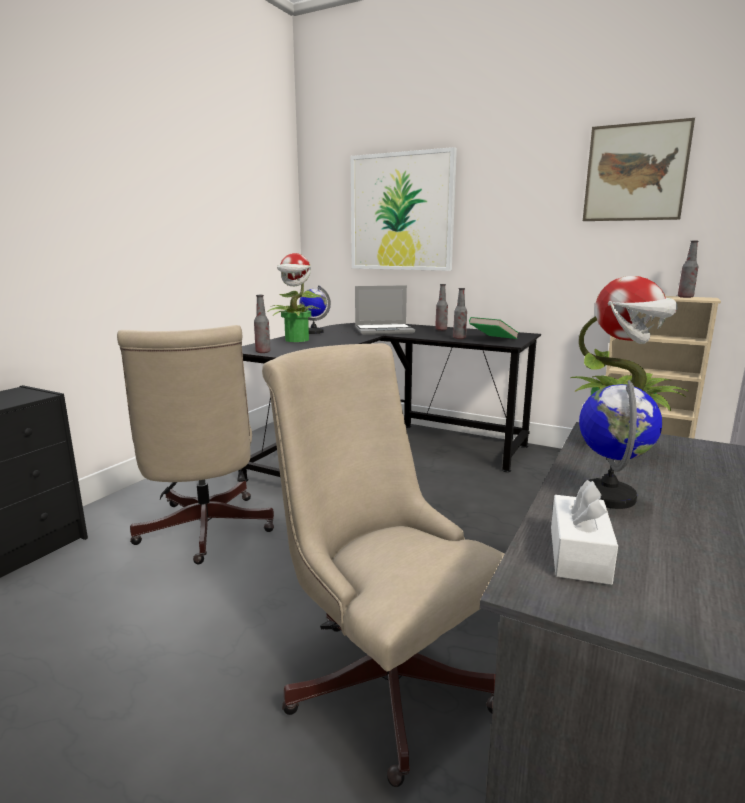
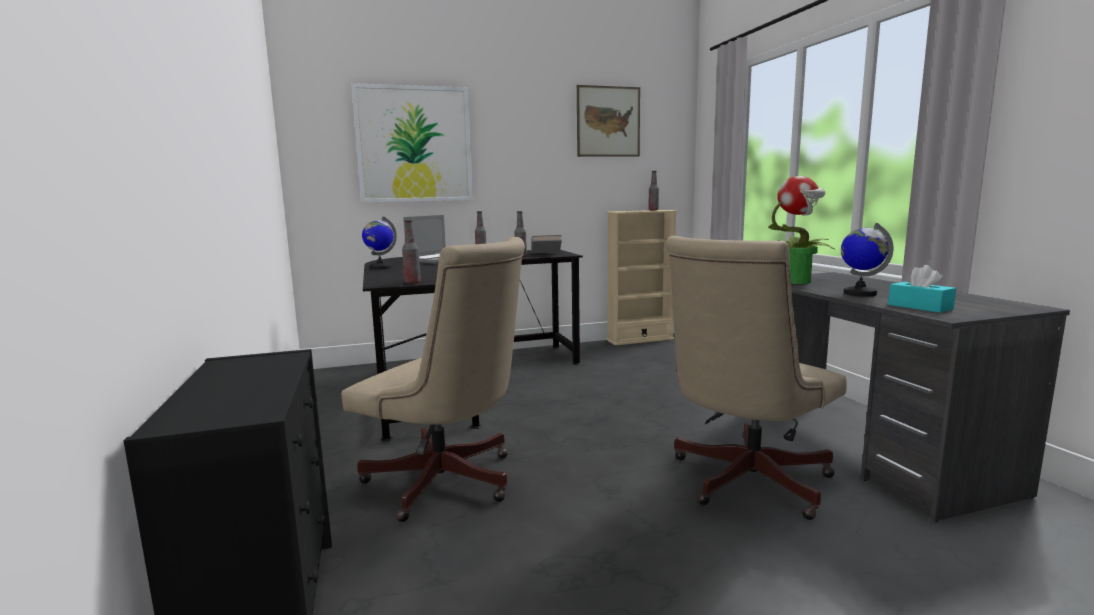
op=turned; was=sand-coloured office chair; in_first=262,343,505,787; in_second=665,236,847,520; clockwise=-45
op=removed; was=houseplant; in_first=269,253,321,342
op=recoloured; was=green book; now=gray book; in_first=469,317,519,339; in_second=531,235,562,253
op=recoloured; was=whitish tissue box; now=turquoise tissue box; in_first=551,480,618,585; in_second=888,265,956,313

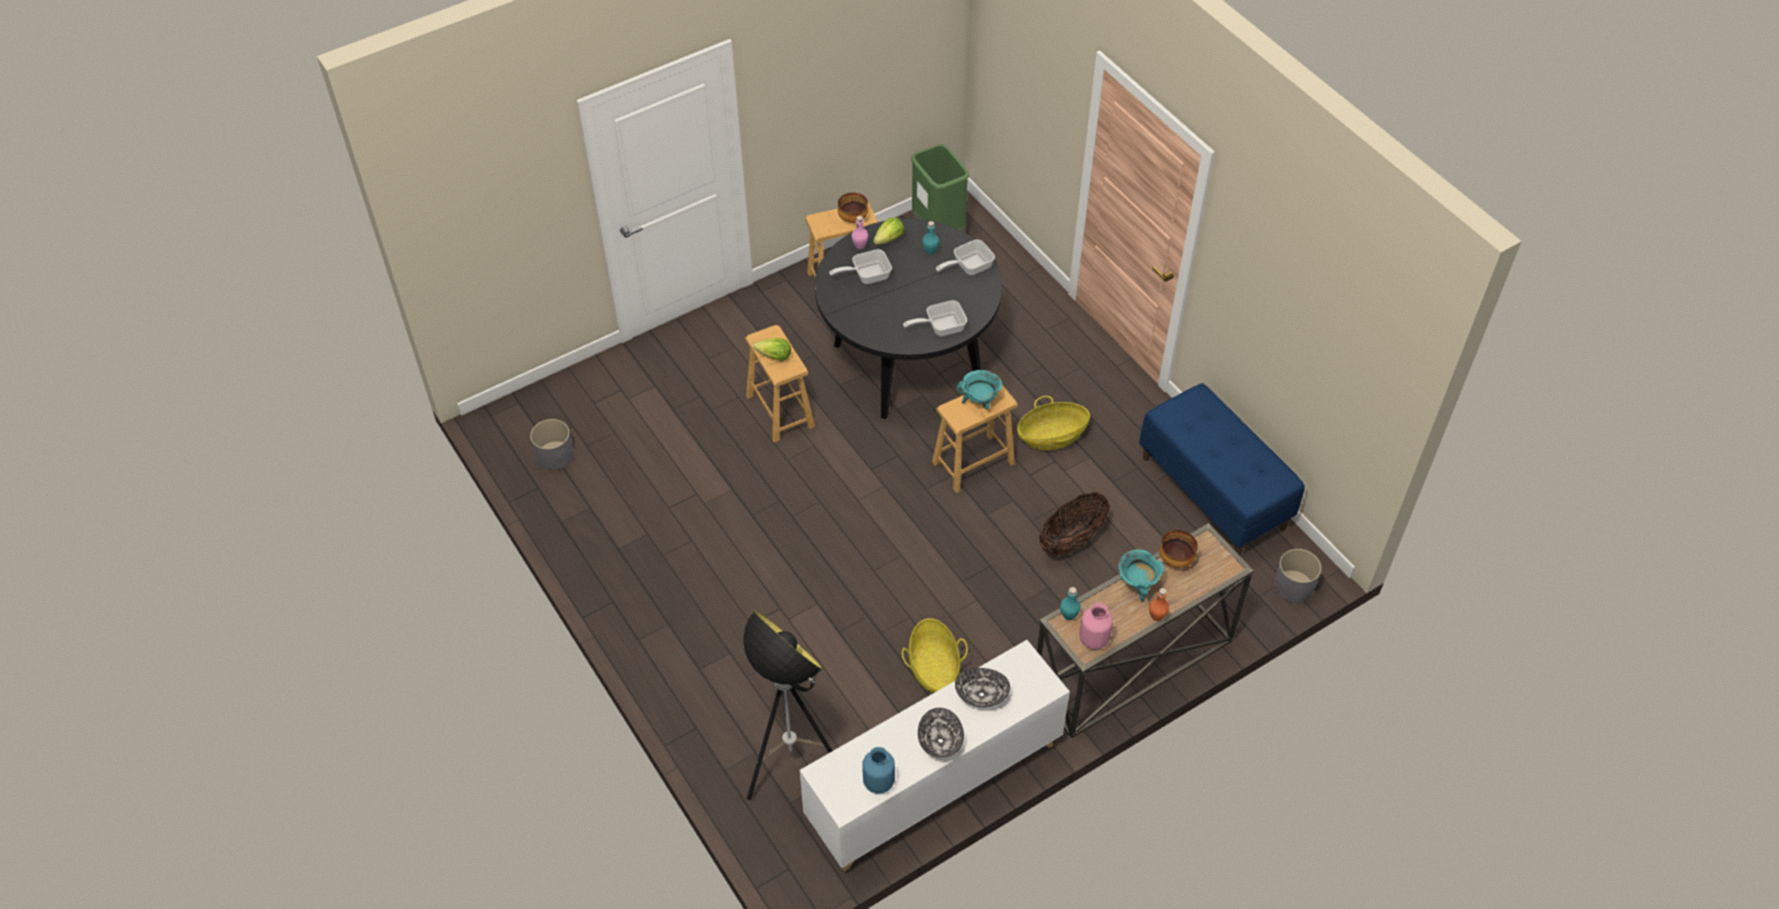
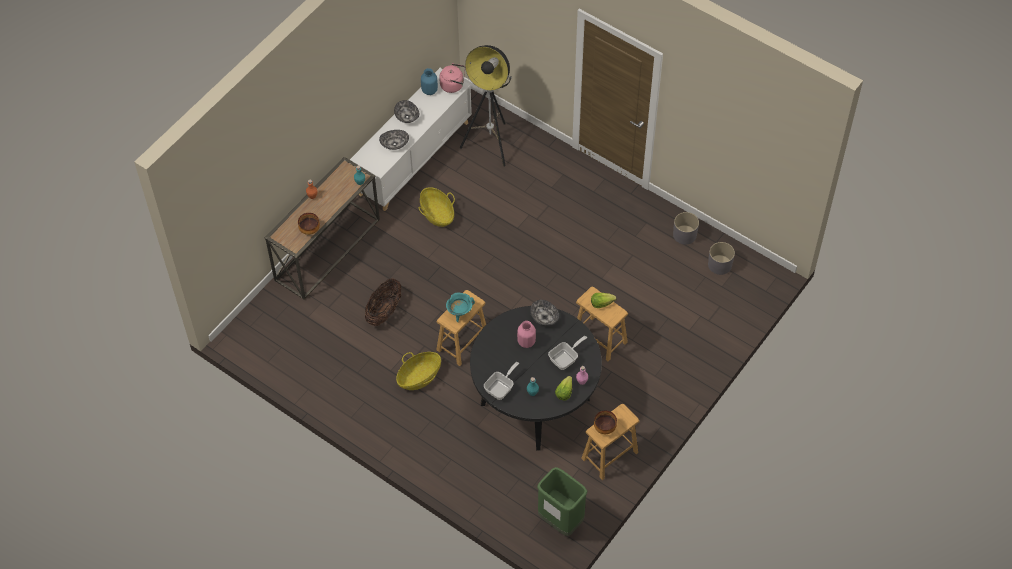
op=removed; was=skillet; in_first=903,300,967,336
op=moved; was=pinkish flower vase; in_first=1079,603,1113,650; in_second=517,321,536,348
op=removed; was=turquoise saucepot; in_first=1119,549,1164,602
op=removed; was=blue-coloured long seat; in_first=1139,383,1305,555
op=moved; was=gray planter; in_first=1274,549,1321,603; in_second=673,212,699,245
op=added; now=pinkish tea kettle; in_second=439,63,465,93
op=added; now=bowl; in_second=530,300,559,326

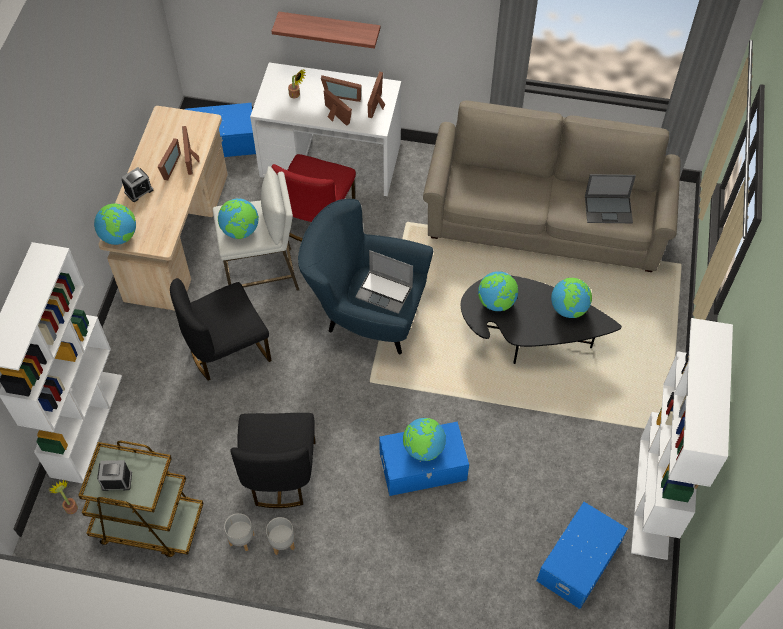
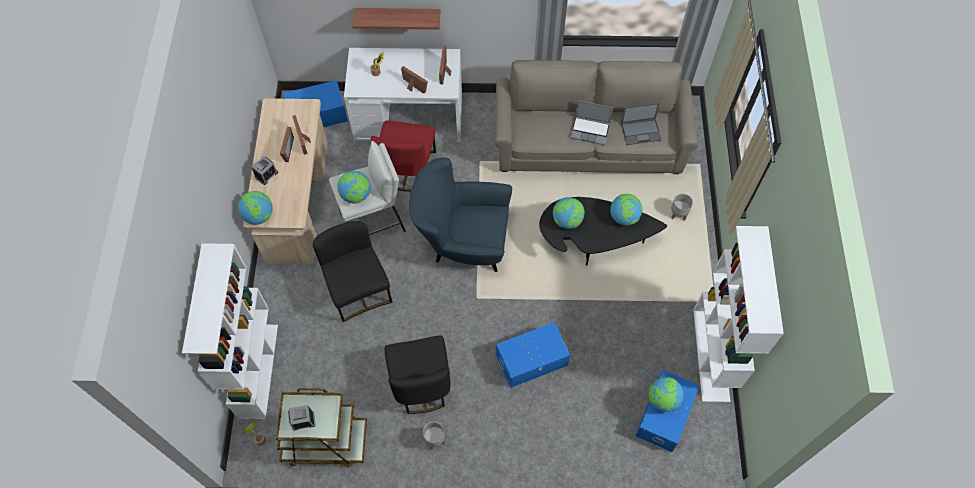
op=turned; was=black-coloured plain chair; in_first=170,278,271,381; in_second=313,221,392,322; clockwise=105
op=moved; was=gray planter; in_first=224,513,254,551; in_second=671,194,693,221
op=removed; was=standing frame; in_first=321,75,362,102
op=moved; was=notebook computer; in_first=355,250,413,314; in_second=570,100,613,145
op=moved; was=world globe; in_first=403,418,446,461; in_second=648,377,684,412

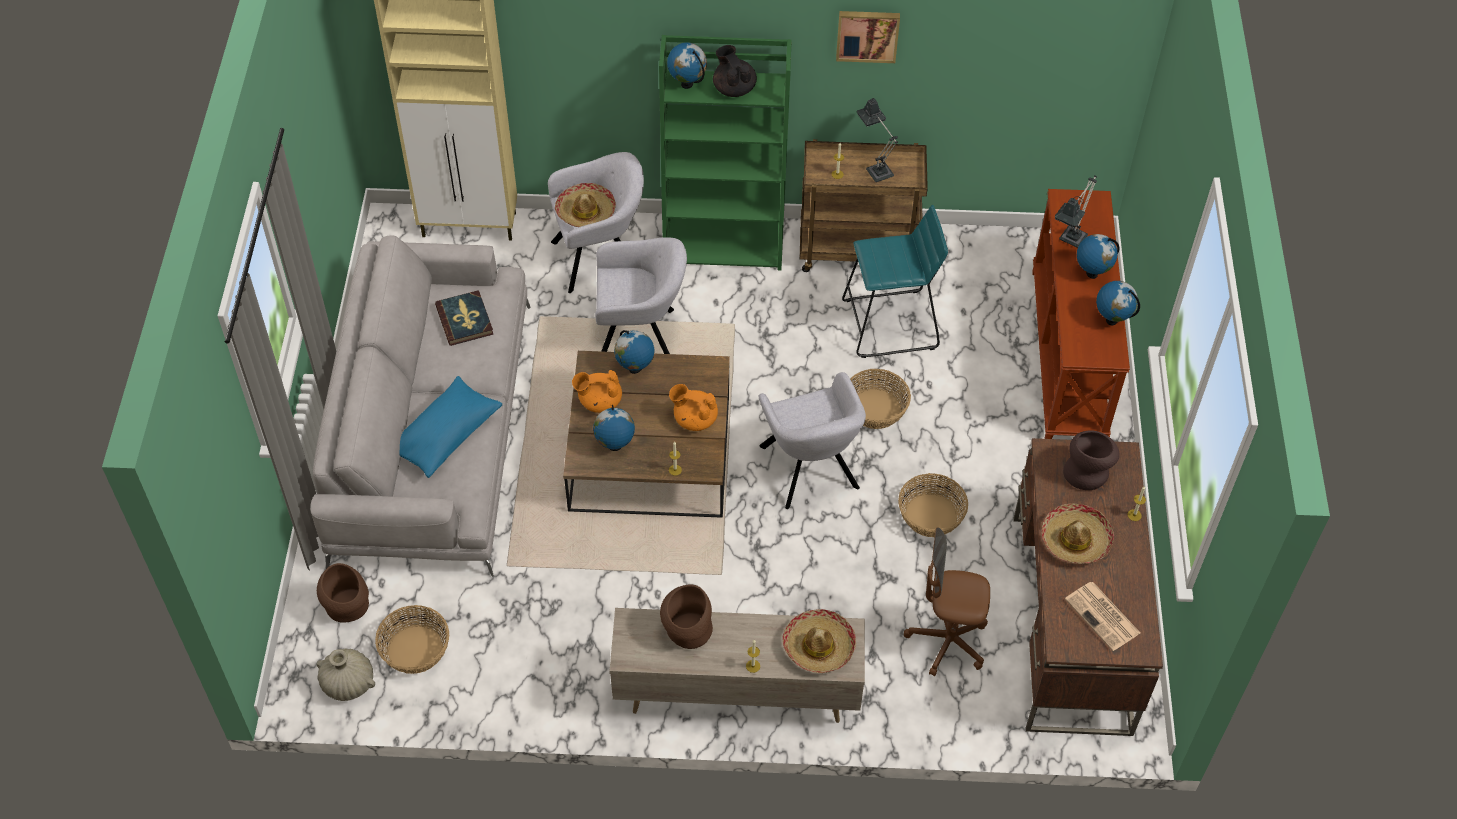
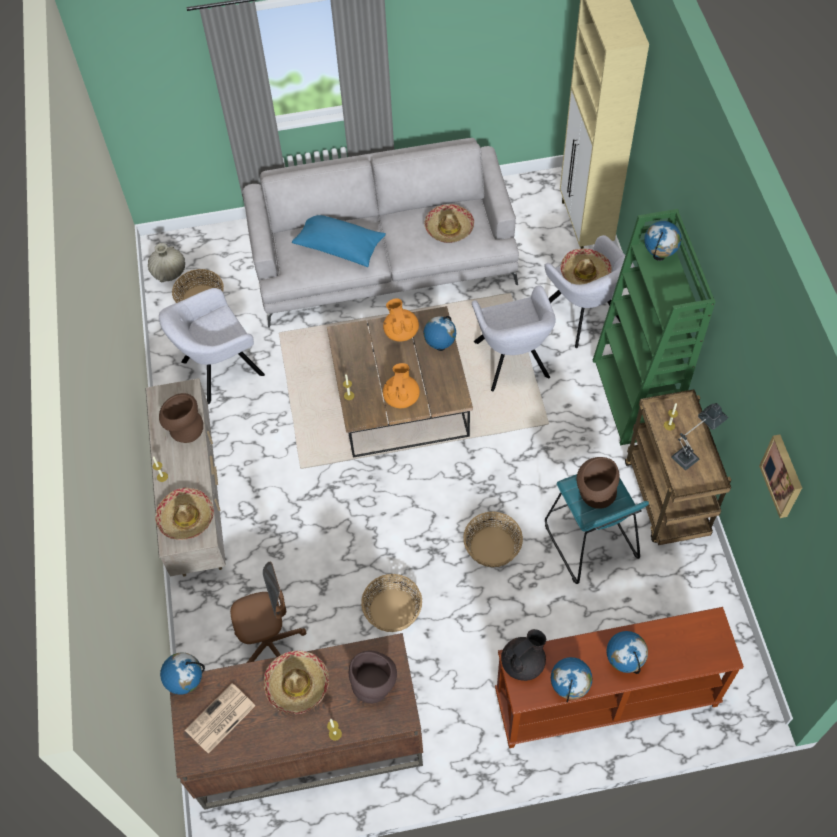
op=moved; was=brown flower vase; in_first=317,563,369,623; in_second=577,457,620,509
op=replaced; was=book; now=clothing hat; in_first=435,290,493,346; in_second=424,204,474,243
op=moved; was=world globe; in_first=593,405,635,451; in_second=160,652,205,695
op=moved; was=black-coloured teapot; in_first=713,45,757,97; in_second=501,629,546,681
op=moved; was=gray lounge chair; in_first=759,372,866,509; in_second=159,288,265,404
op=moved; was=picture; in_first=836,11,900,63; in_second=759,434,802,518
op=turned; was=brown office chair; in_first=904,527,990,676; in_second=230,562,306,663; clockwise=75
op=removed; was=tabletop lamp; in_first=1055,176,1097,248

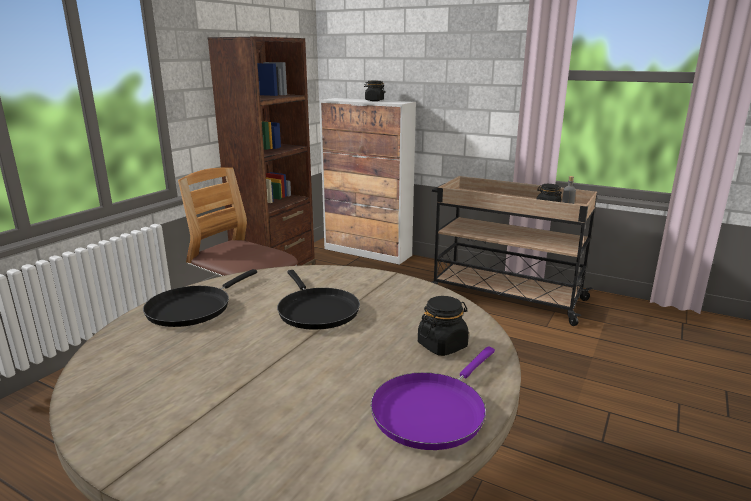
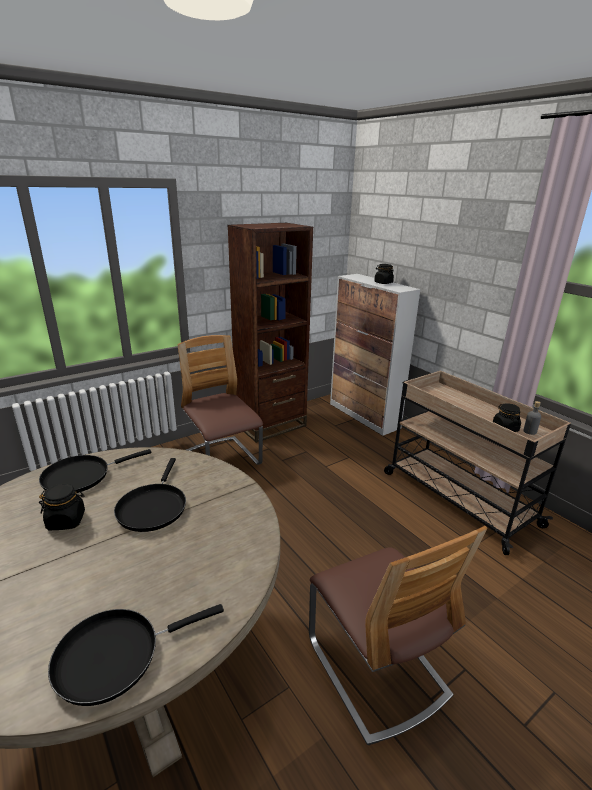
op=recoloured; was=purplish skillet; now=black-coloured skillet; in_first=371,346,495,450; in_second=48,604,224,706
op=moved; was=black-coloured jar; in_first=418,296,469,356; in_second=39,484,85,530
op=added; now=plain chair; in_second=309,526,487,745

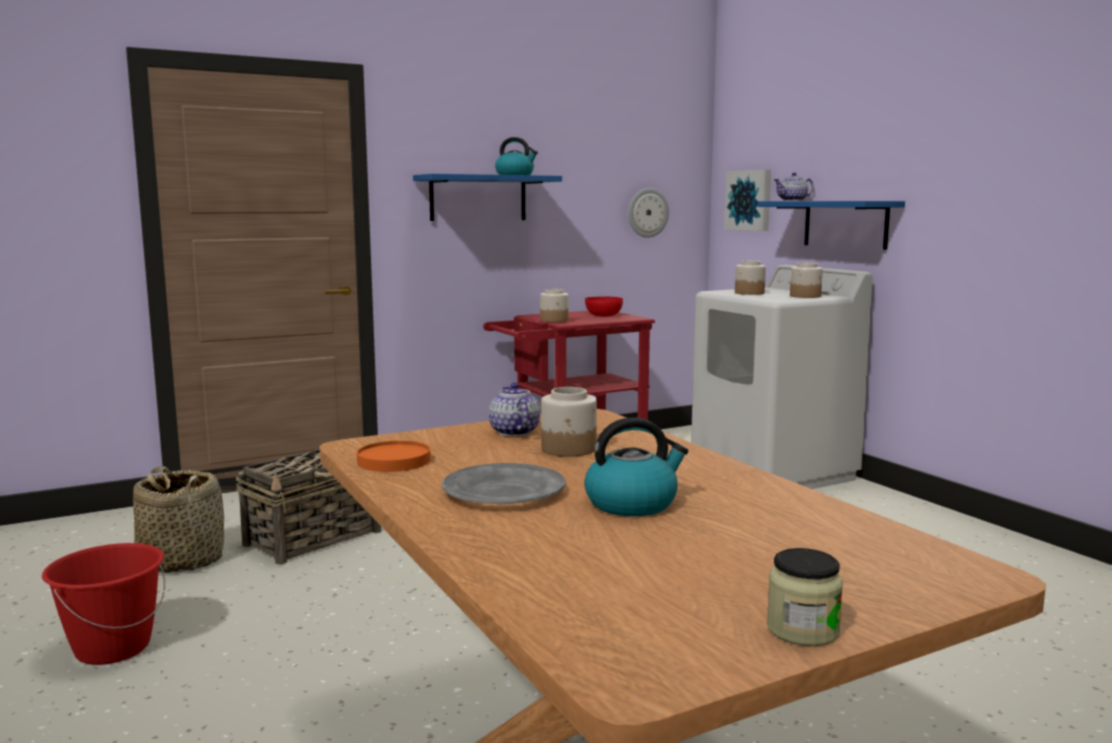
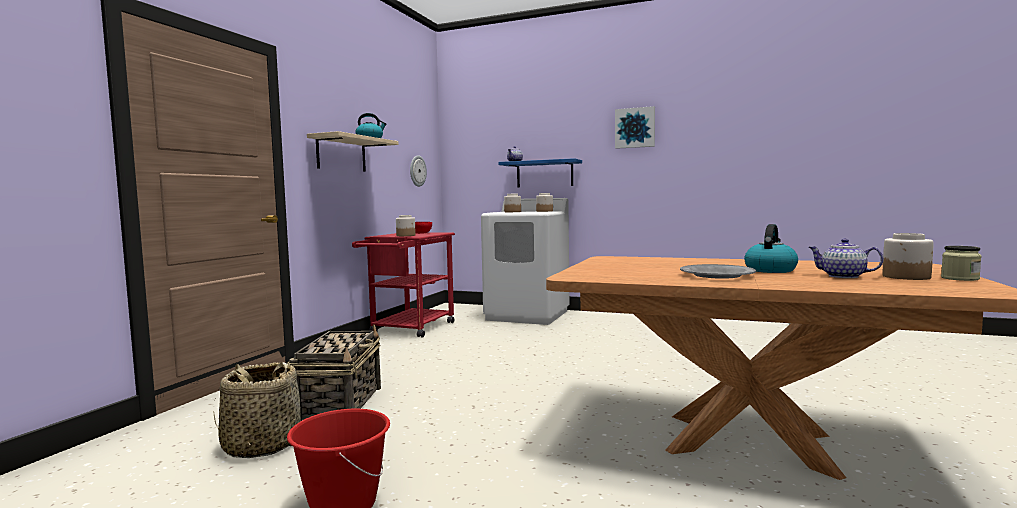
op=removed; was=orange-coloured plate; in_first=357,441,431,472
op=recoloured; was=blue-coloured wall shelf; now=sand-coloured wall shelf; in_first=413,174,562,221; in_second=307,131,399,171
op=moved; was=teapot; in_first=489,383,540,436; in_second=808,239,883,278
op=moved; was=jar; in_first=541,387,597,457; in_second=882,233,934,280
op=moved; was=picture; in_first=724,170,771,231; in_second=615,106,655,149

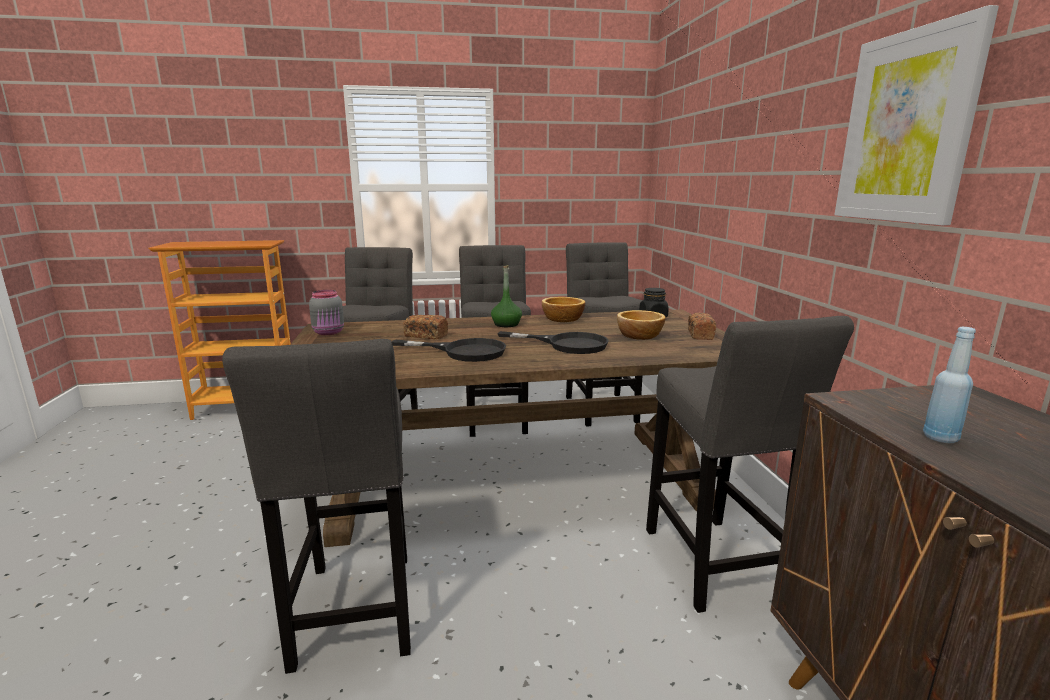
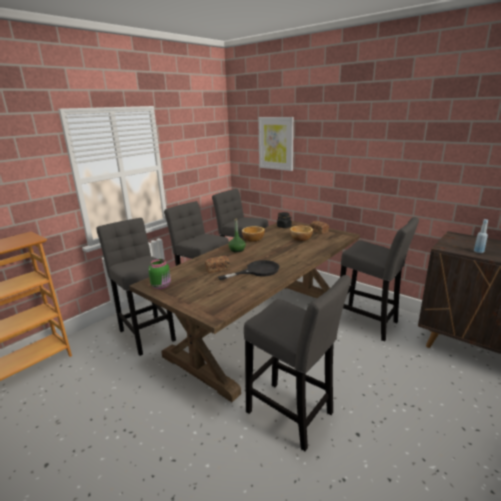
op=recoloured; was=gray jar; now=green jar; in_first=309,290,344,335; in_second=148,259,171,289
op=removed; was=black-coloured skillet; in_first=497,331,609,354
op=moved; was=picture; in_first=835,5,999,225; in_second=258,117,294,171

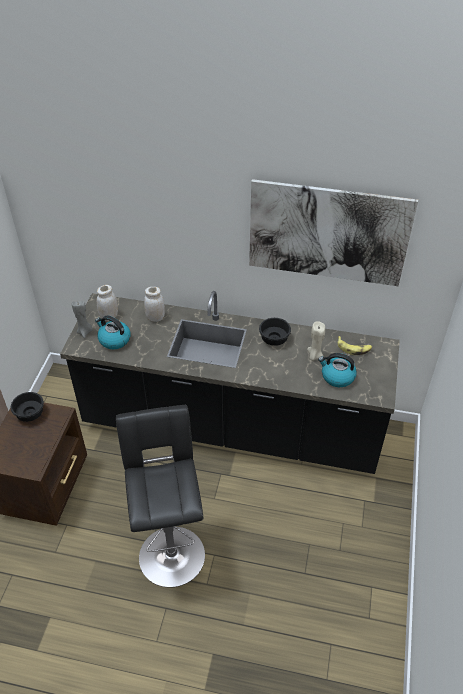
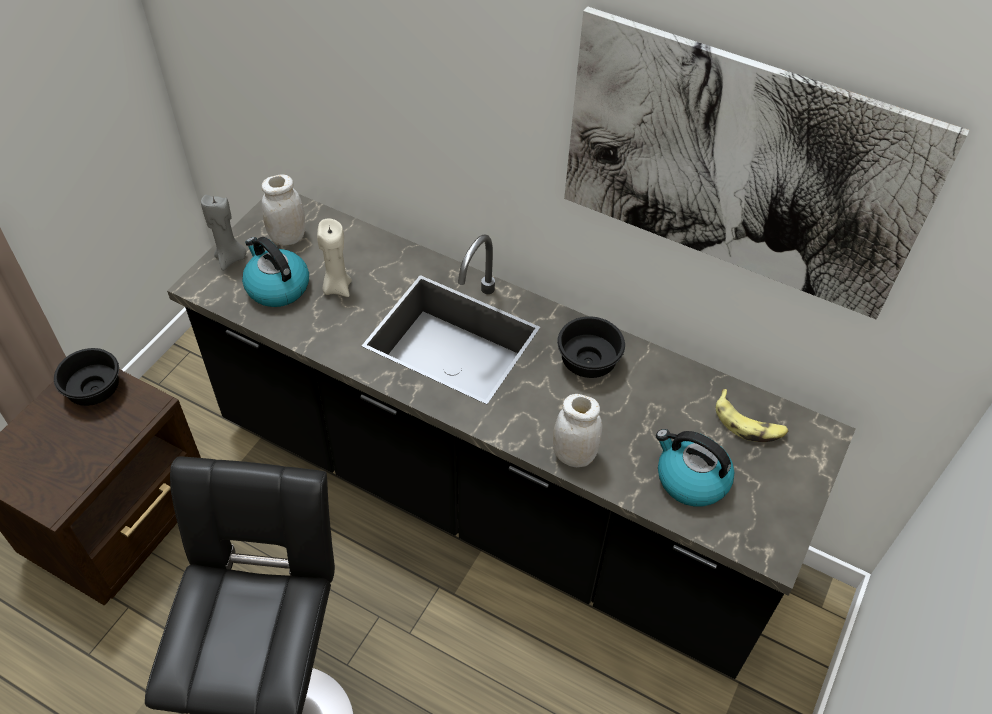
op=moved; was=whitish jar; in_first=144,287,165,322; in_second=553,394,602,467
op=moved; was=sand-coloured candle; in_first=307,321,325,361; in_second=317,219,352,297

